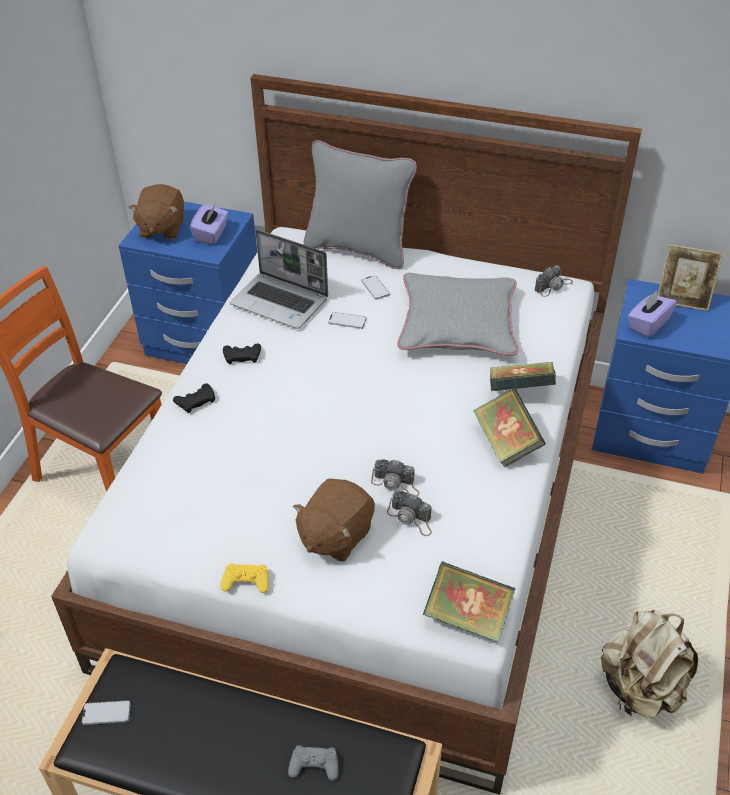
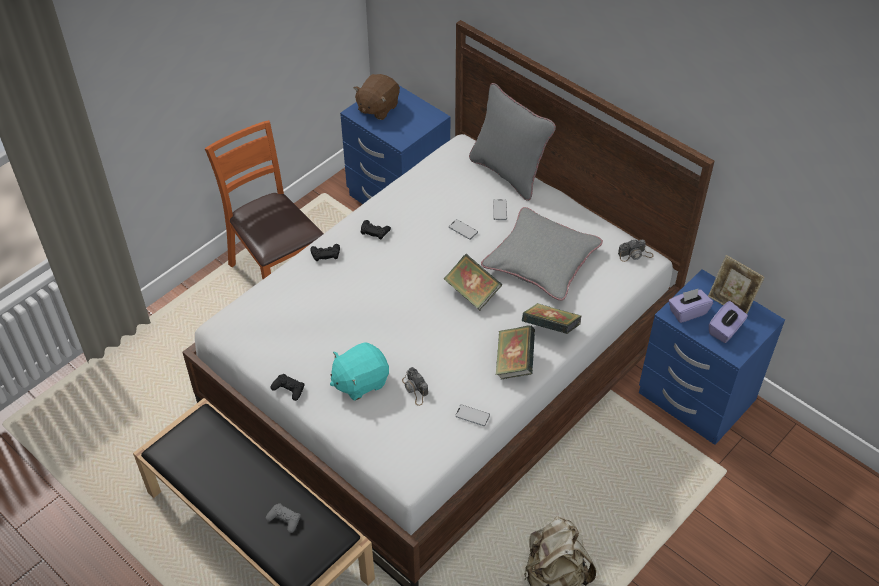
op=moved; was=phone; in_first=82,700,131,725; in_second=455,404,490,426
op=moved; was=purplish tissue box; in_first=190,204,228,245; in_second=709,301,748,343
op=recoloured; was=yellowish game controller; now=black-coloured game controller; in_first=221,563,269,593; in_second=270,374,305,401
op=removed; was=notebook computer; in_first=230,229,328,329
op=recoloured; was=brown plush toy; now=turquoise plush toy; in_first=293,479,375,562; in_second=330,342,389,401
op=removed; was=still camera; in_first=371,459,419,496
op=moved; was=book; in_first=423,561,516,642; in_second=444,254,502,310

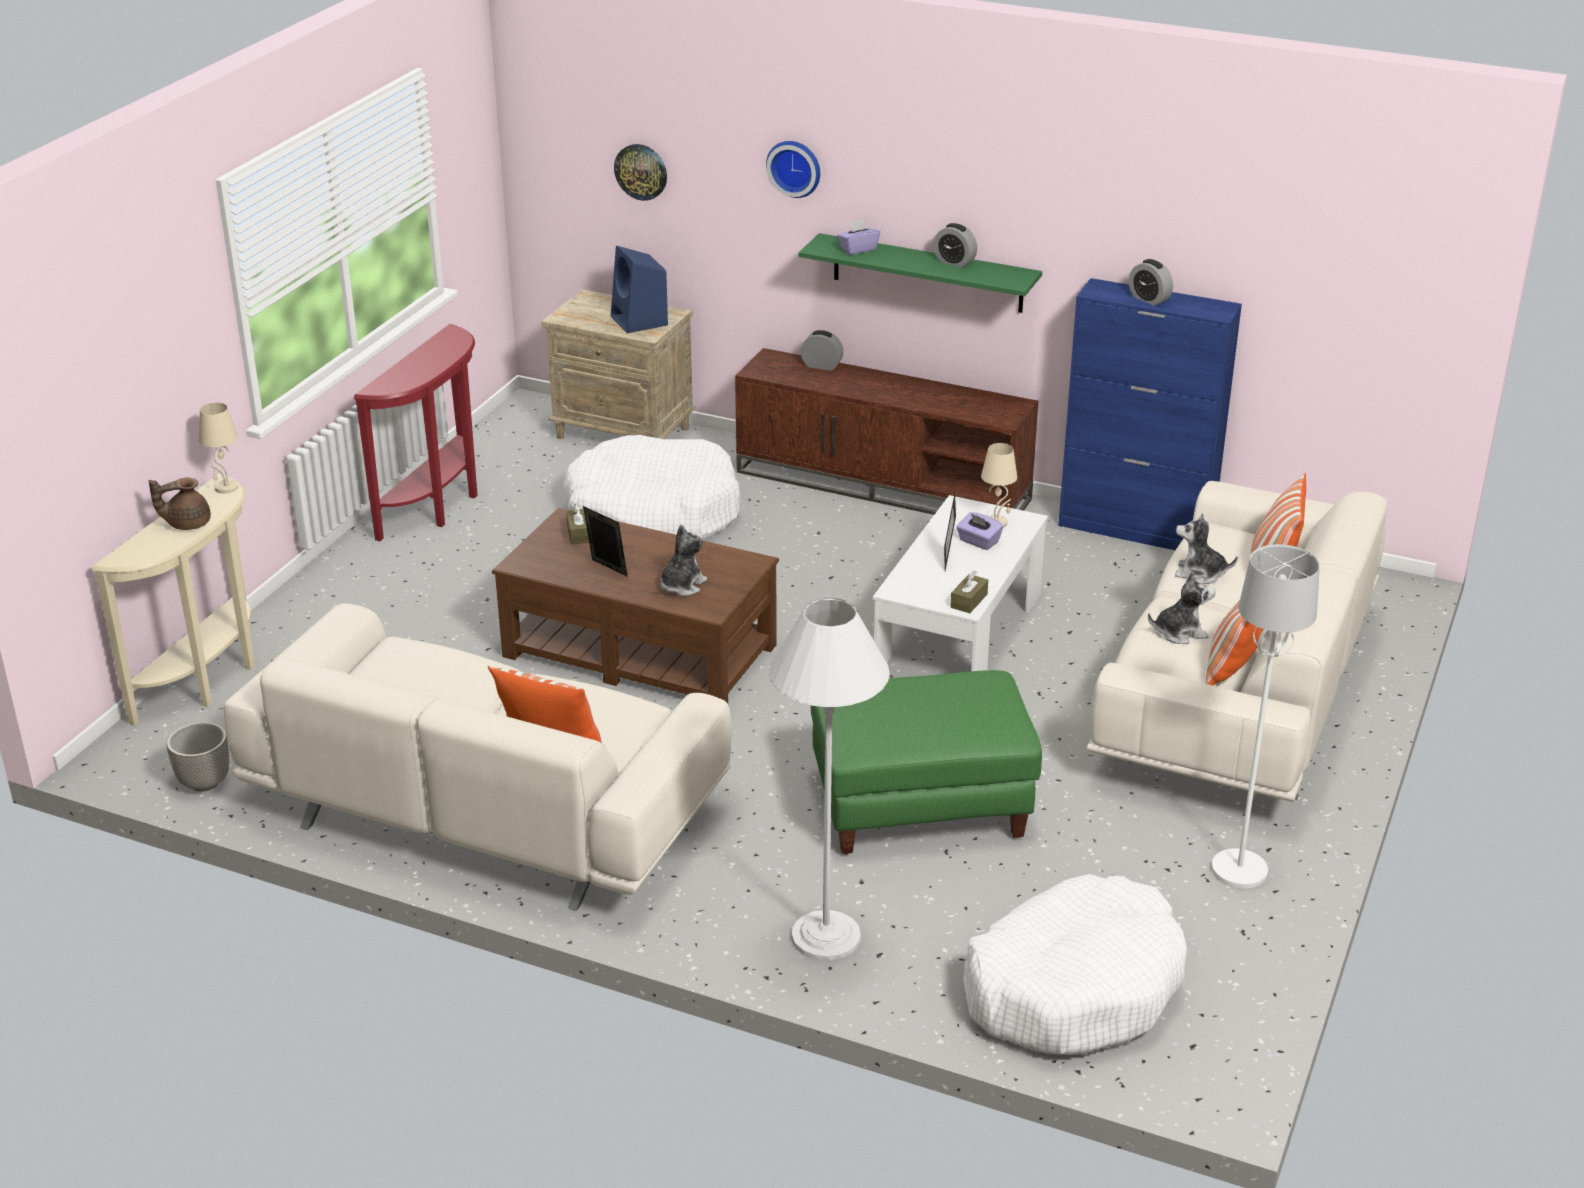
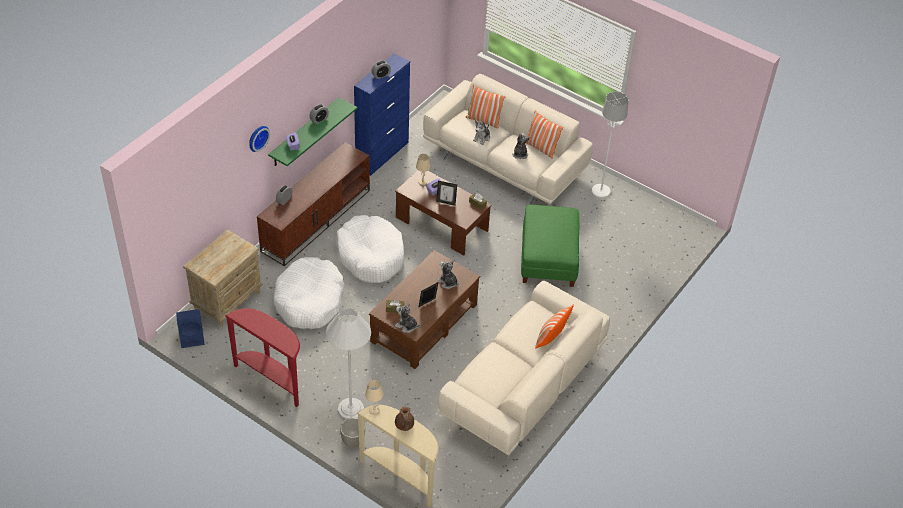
op=moved; was=planter; in_first=166,722,229,792; in_second=340,418,359,447
op=moved; was=blue-coloured speaker; in_first=611,246,668,333; in_second=176,309,204,348
op=removed; was=clock on the wall; in_first=614,144,667,201
op=moved; was=whitish floor lamp; in_first=769,598,890,961; in_second=326,308,371,419
op=recoloured; was=whitish low table; now=brown low table; in_first=873,495,1048,671; in_second=395,171,492,255
op=moved; was=whitish pet bed; in_first=963,874,1187,1055; in_second=336,215,404,283
op=added; now=plush toy; in_second=395,303,420,333

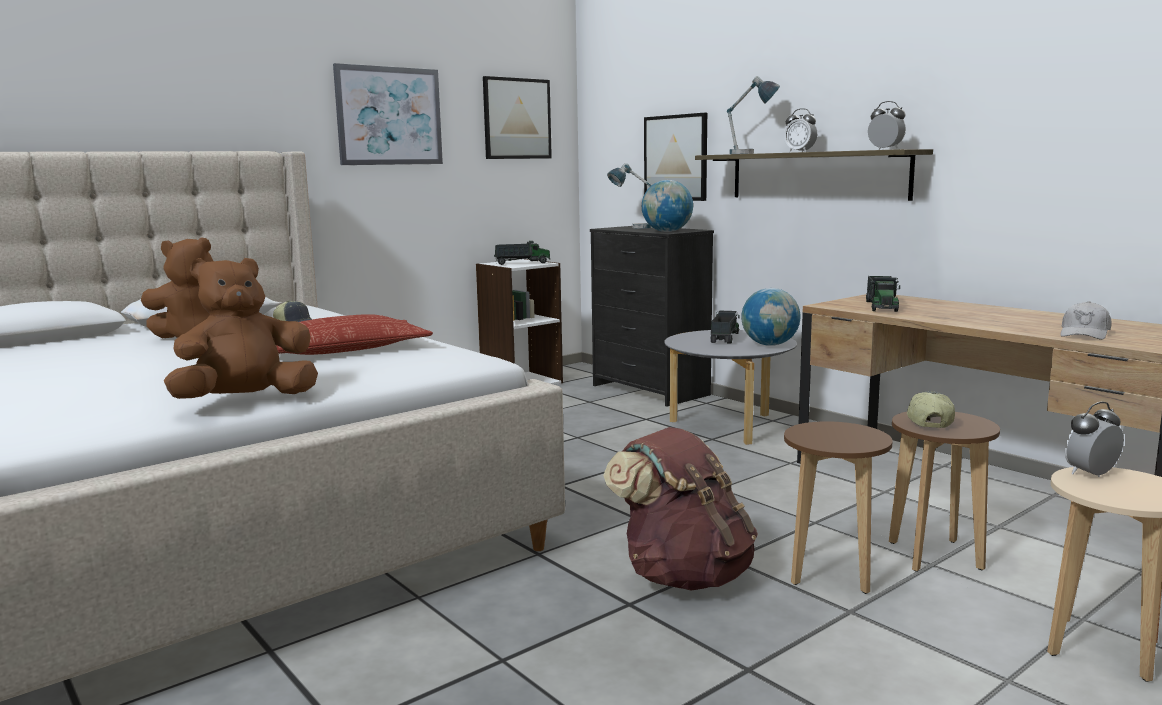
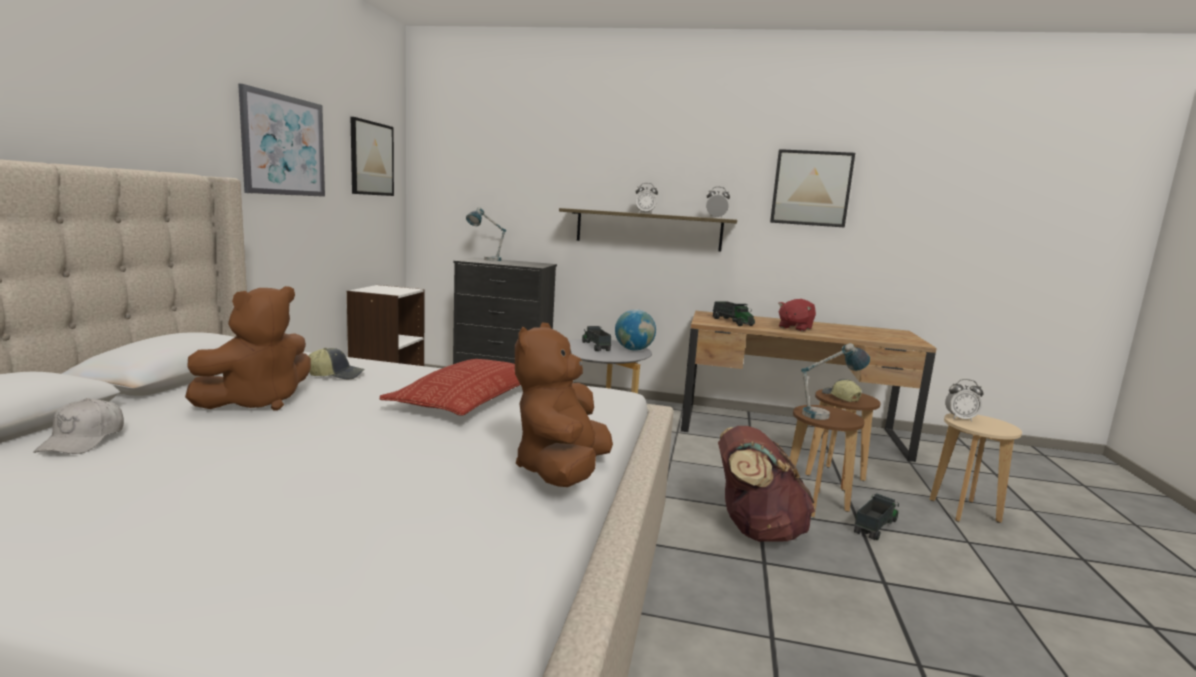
op=moved; was=toy lorry; in_first=494,241,550,265; in_second=854,493,899,540
op=removed; was=world globe; in_first=642,180,693,232
op=moved; was=picture; in_first=644,113,707,201; in_second=770,149,855,227
op=moved; was=tabletop lamp; in_first=727,76,780,154; in_second=801,343,870,420
op=moved; was=whitish baseball cap; in_first=1060,301,1112,340; in_second=33,398,124,454
op=turned; was=bedside clock; in_first=1065,402,1124,477; in_second=945,379,983,422; clockwise=-105
op=added; now=red-coloured plush toy; in_second=778,299,816,331

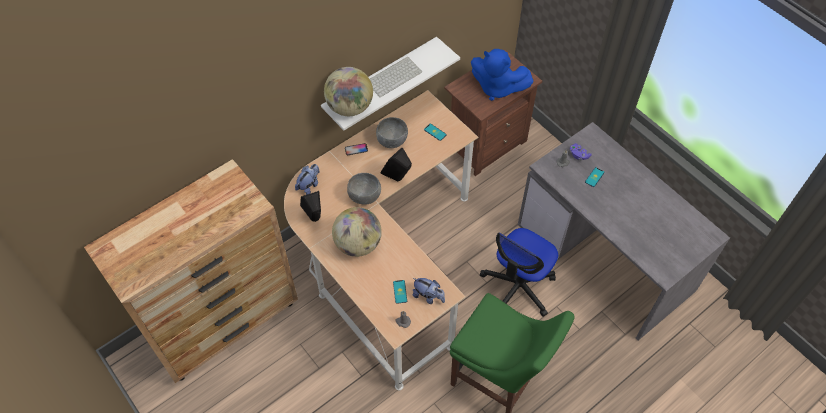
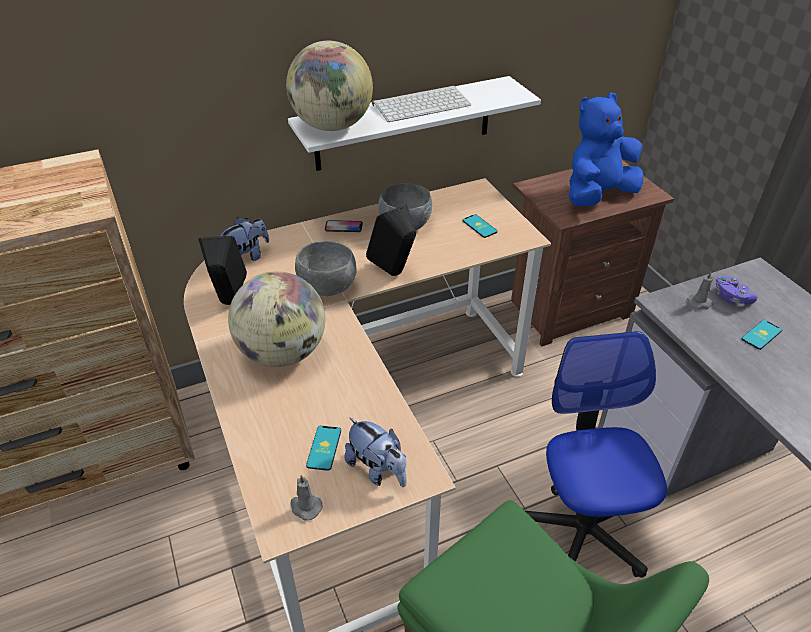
op=turned; was=blue-coloured plush toy; in_first=471,49,534,101; in_second=569,93,643,207; clockwise=105
op=turned; was=office chair; in_first=480,228,558,317; in_second=525,331,667,578; clockwise=120

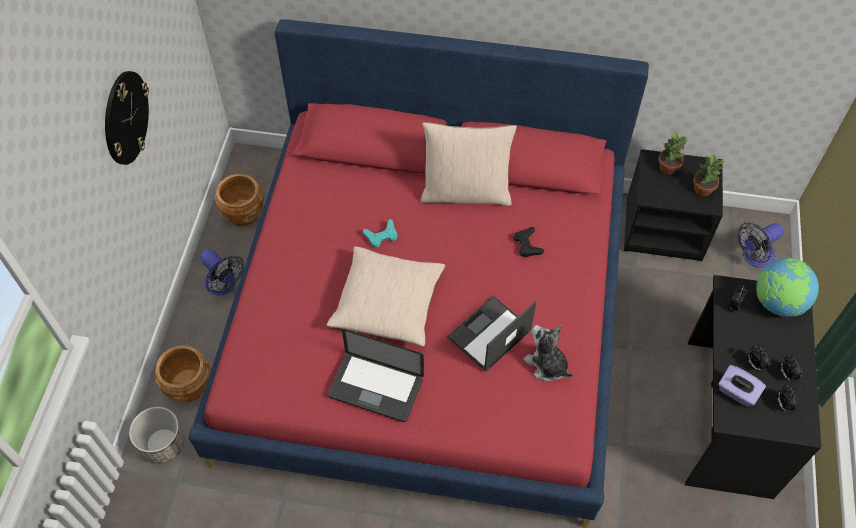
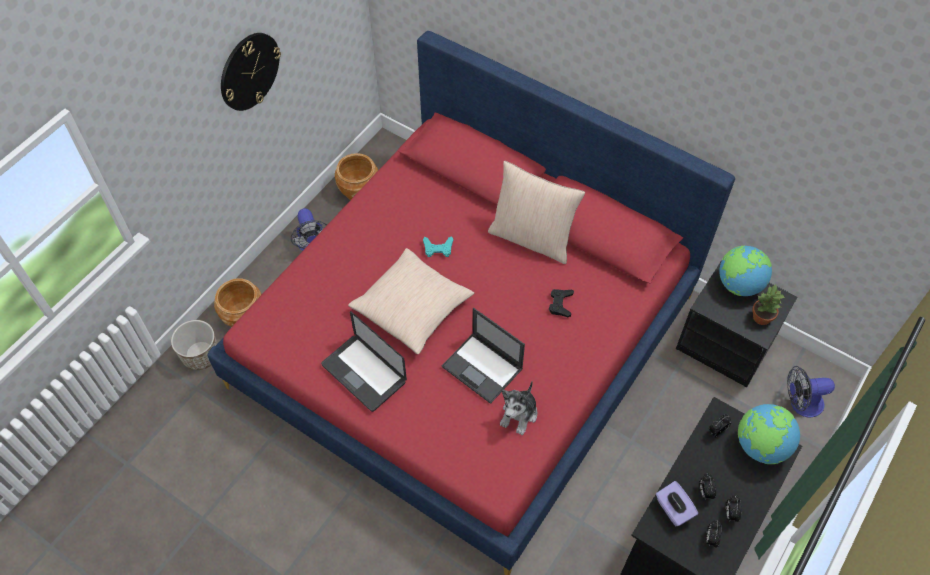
op=turned; was=notebook computer; in_first=447,296,536,372; in_second=442,308,525,404; clockwise=-120
op=turned; was=plush toy; in_first=523,325,573,381; in_second=500,381,537,435; clockwise=-135
op=replaced; was=houseplant; now=world globe; in_first=658,131,687,174; in_second=719,246,772,296

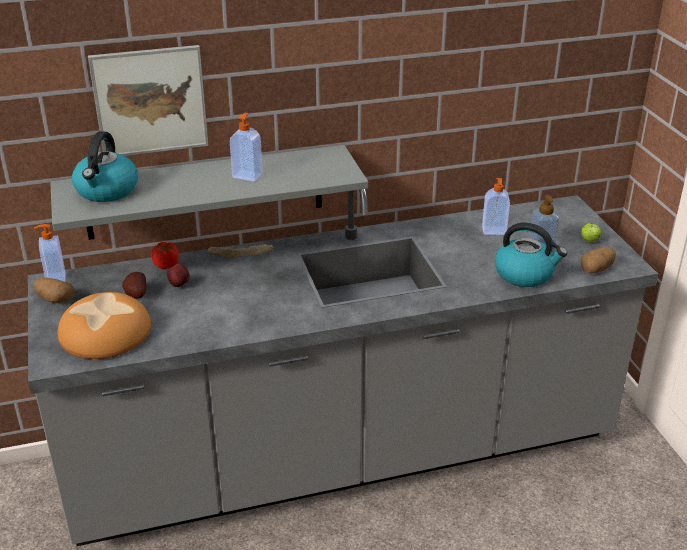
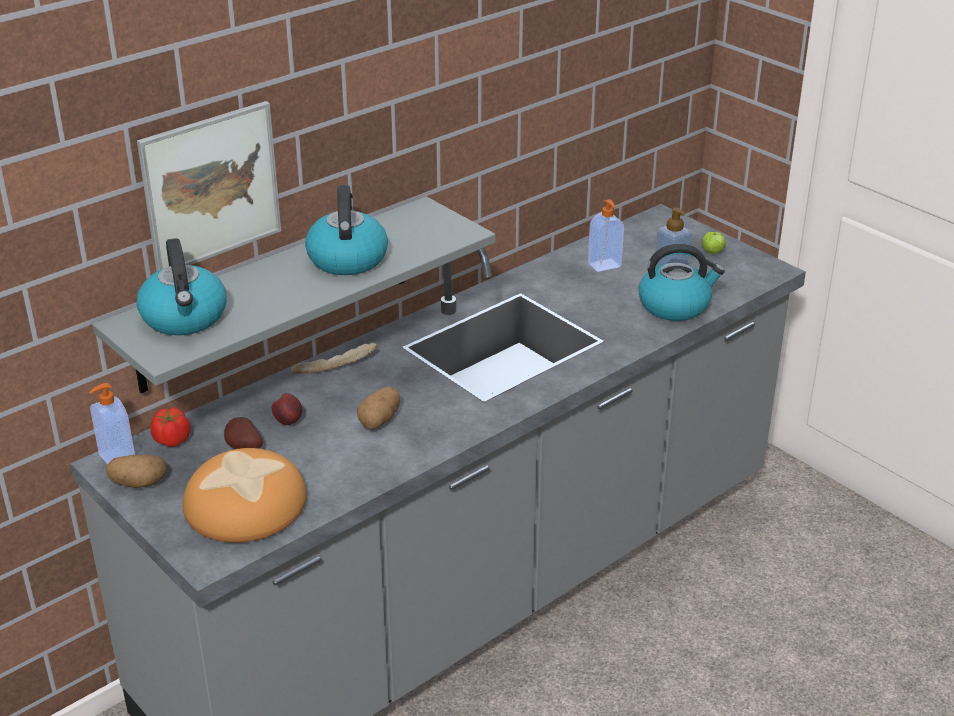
op=moved; was=tomato; in_first=151,242,179,269; in_second=150,407,190,447
op=replaced; was=soap bottle; now=tea kettle; in_first=230,113,263,182; in_second=305,185,388,275
op=moved; was=whole potato; in_first=581,247,616,273; in_second=357,386,400,429

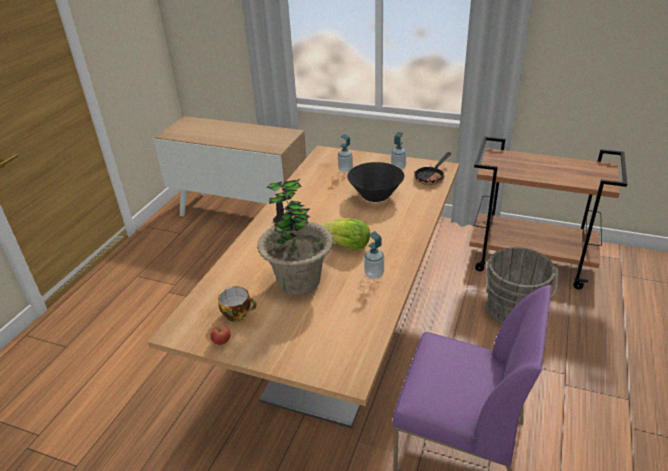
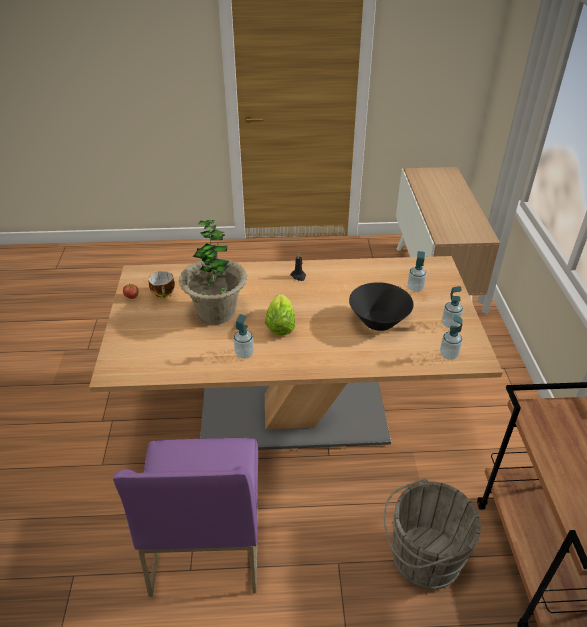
op=replaced; was=skillet; now=soap bottle; in_first=414,152,451,185; in_second=440,316,462,360

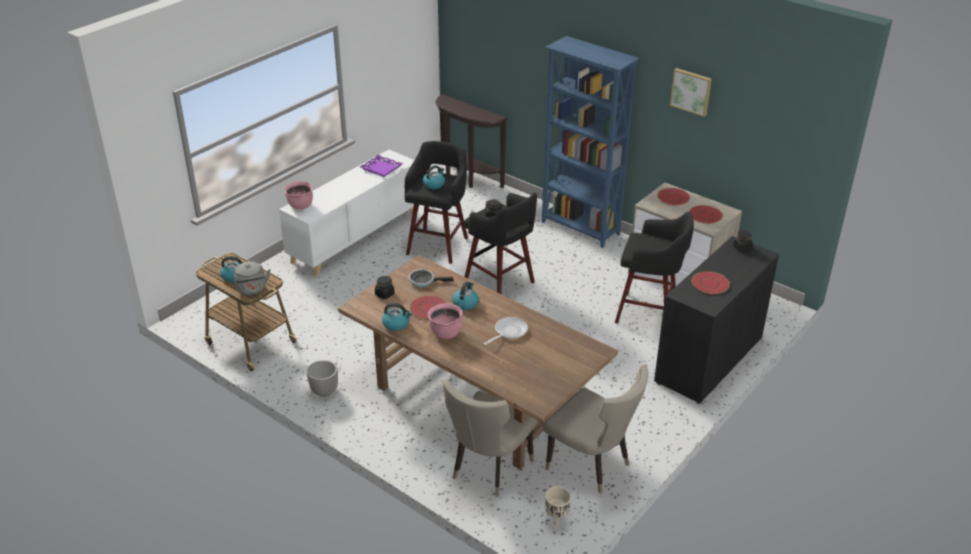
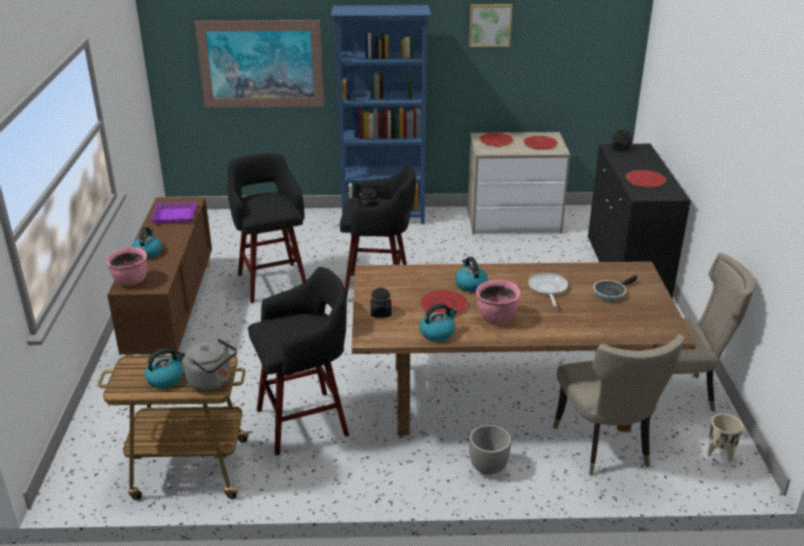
op=recoloured; was=whitish cabinet; now=brown cabinet; in_first=279,150,414,277; in_second=107,197,212,356
op=moved; was=planter; in_first=307,360,338,396; in_second=469,425,511,475
op=moved; was=skillet; in_first=409,269,454,287; in_second=593,275,637,302
op=moved; was=tea kettle; in_first=423,165,445,189; in_second=132,227,162,259
op=removed; was=brown hall table; in_first=435,94,508,188
op=moved; was=black-coloured sitting stool; in_first=615,212,694,323; in_second=248,267,349,455
op=added; now=picture; in_second=195,20,324,108

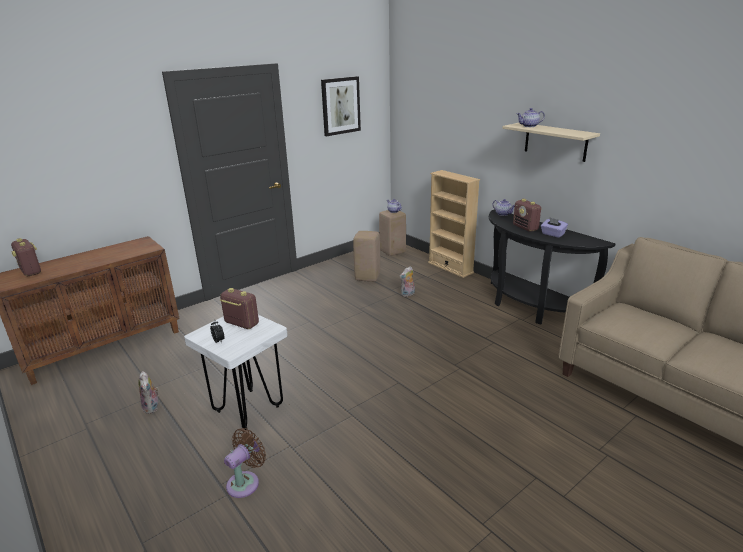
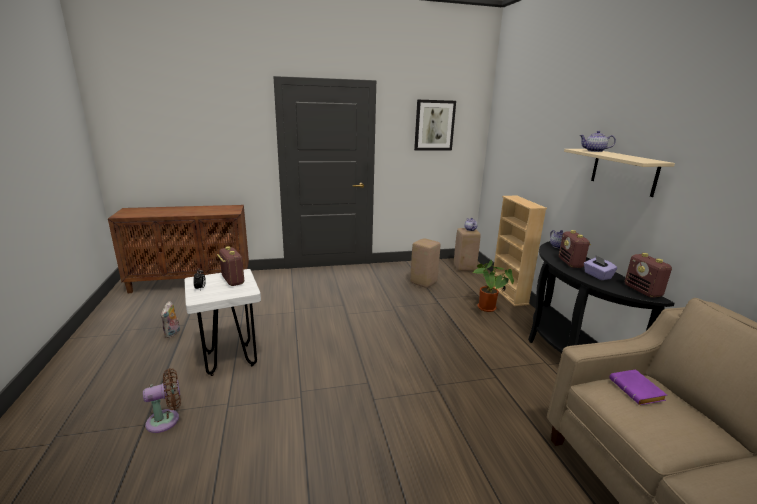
op=moved; was=radio set; in_first=11,238,41,276; in_second=625,253,672,298
op=removed; was=plush toy; in_first=400,266,415,297
op=added; now=houseplant; in_second=472,260,514,312
op=added; now=purplish book; in_second=609,369,667,405

